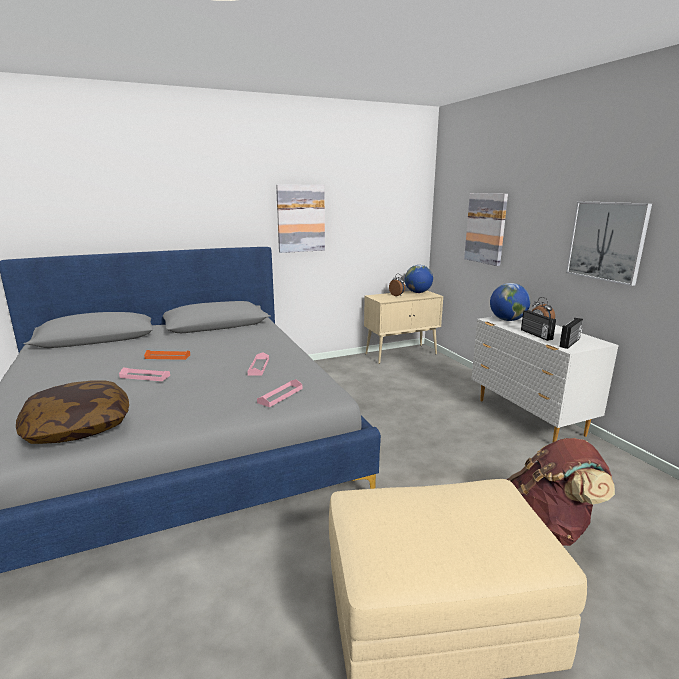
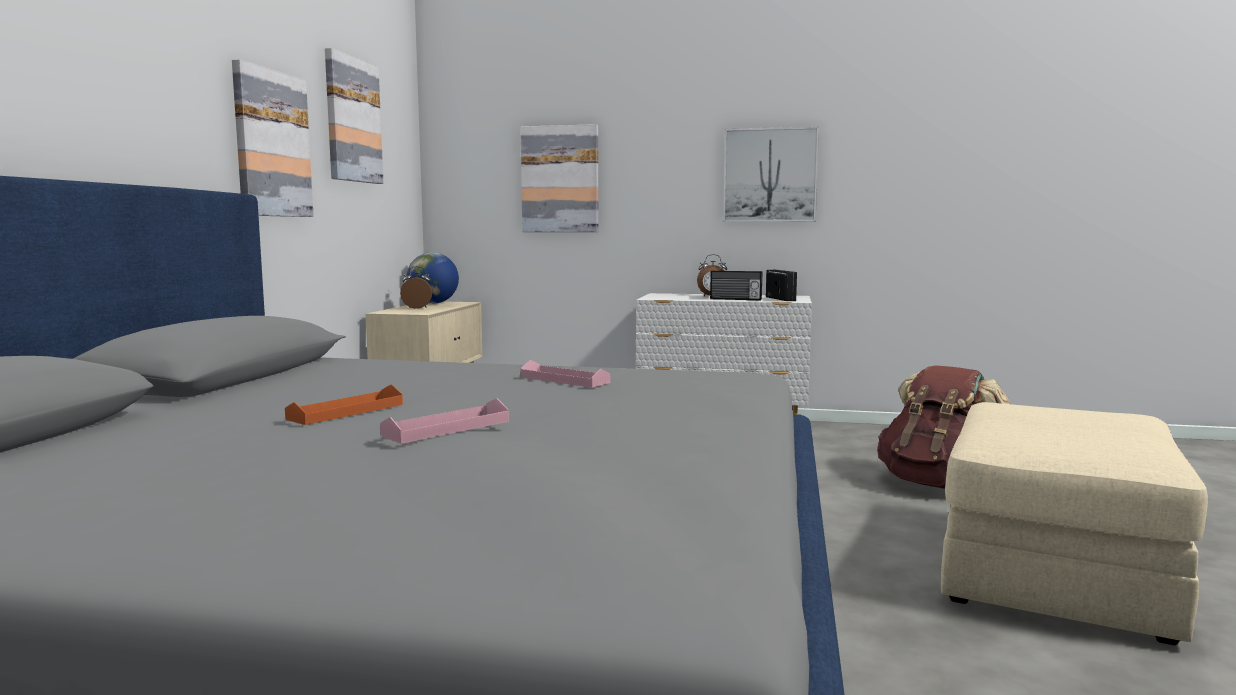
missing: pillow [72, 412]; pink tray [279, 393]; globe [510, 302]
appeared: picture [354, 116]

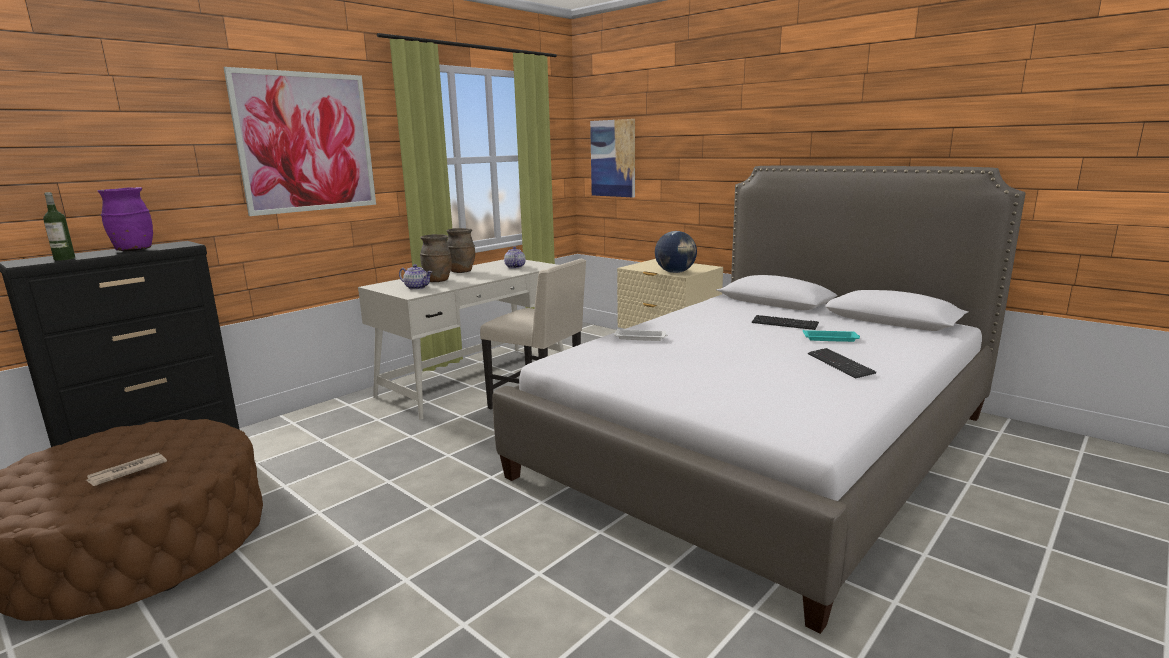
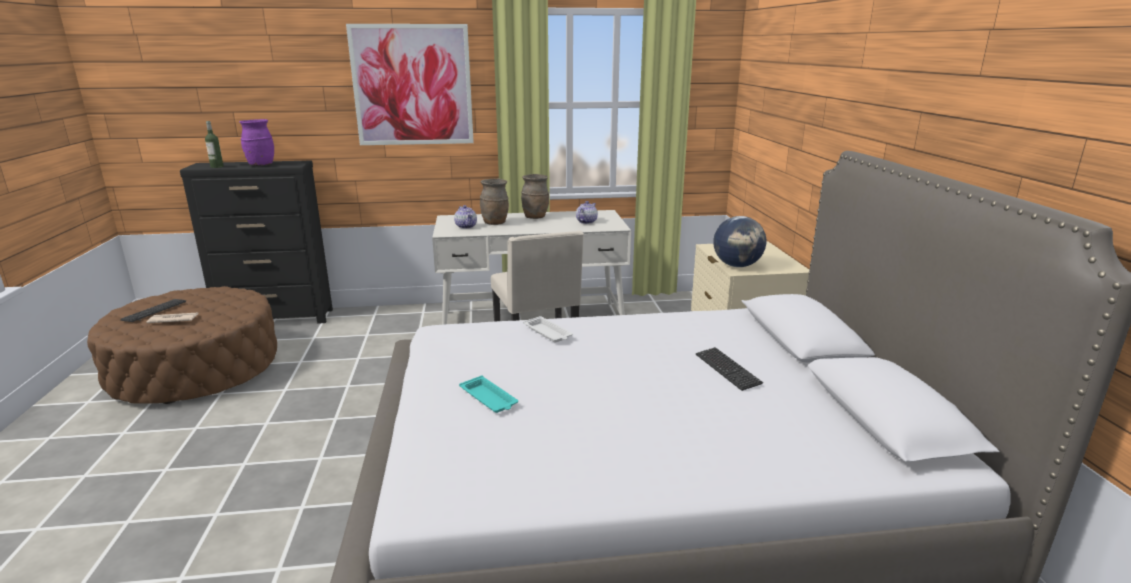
missing: picture [612, 158]
relocated: keyboard [842, 363] to [153, 310]; turquoise tray [831, 336] to [488, 394]

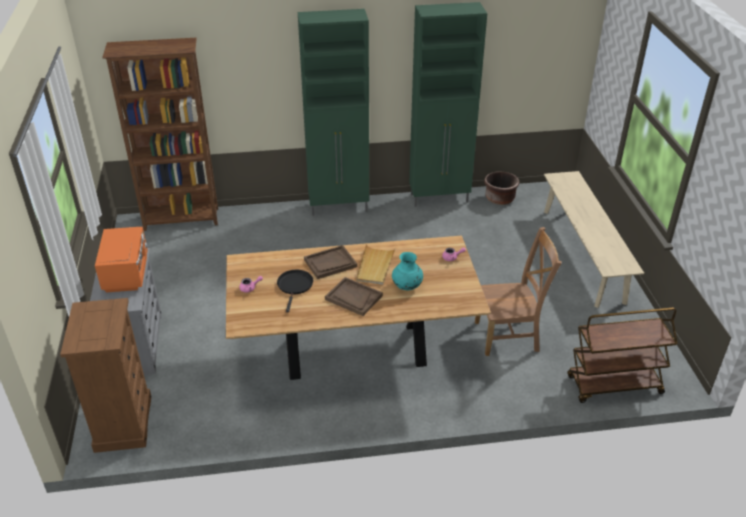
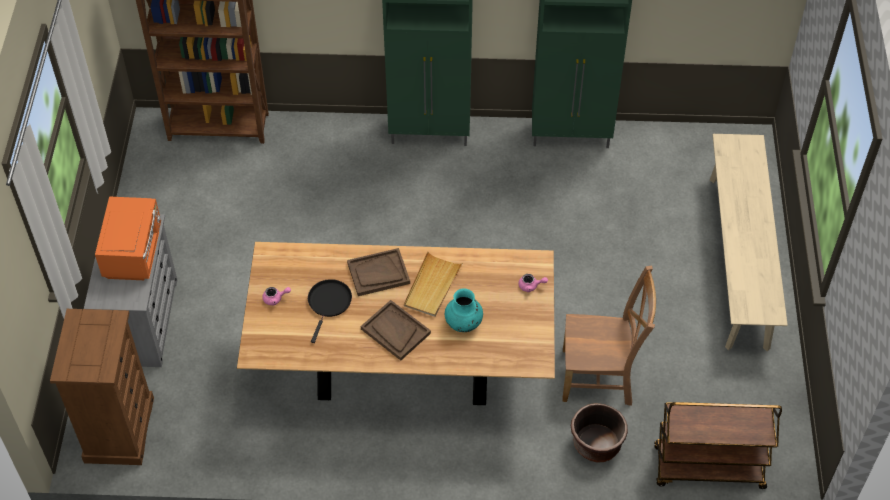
relocated: brown planter [501, 188] to [599, 433]

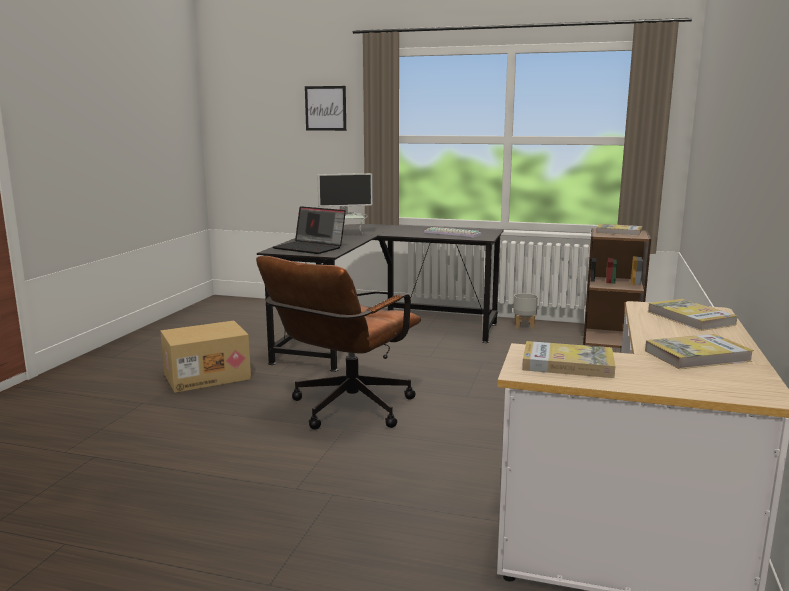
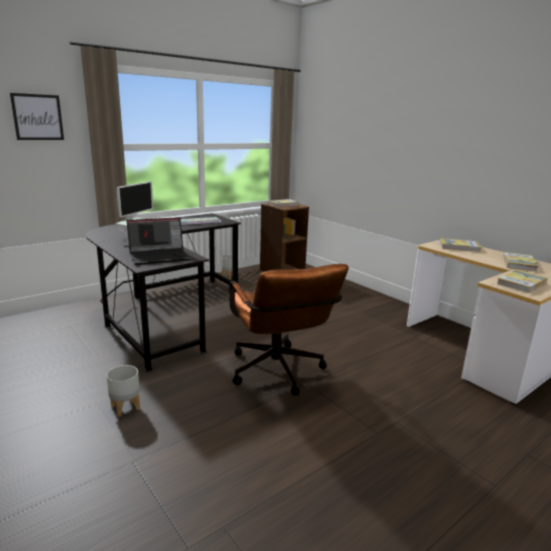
exchanged: cardboard box [205, 357] to grey planter [123, 391]

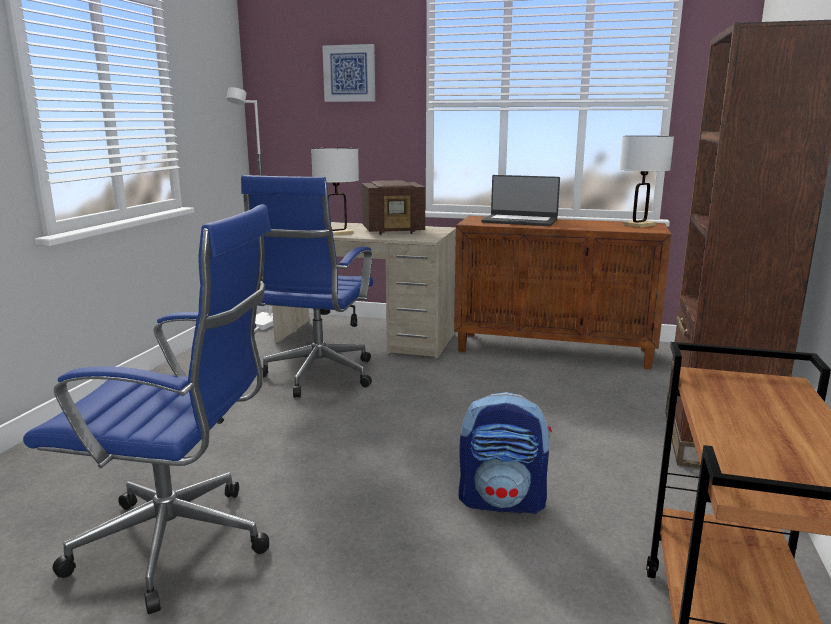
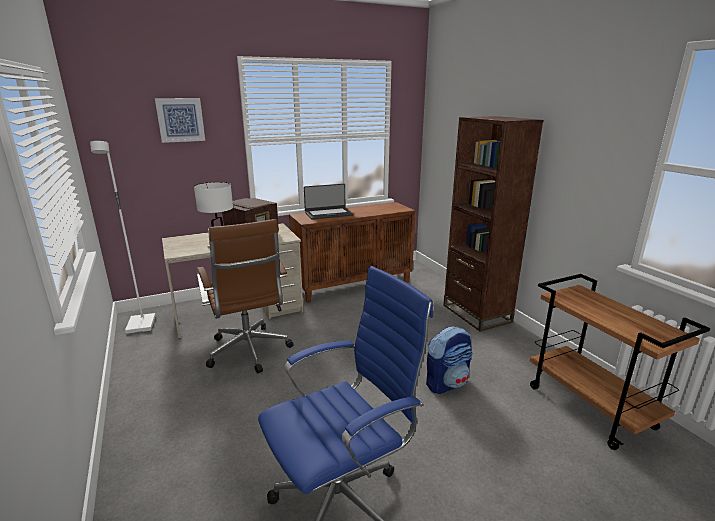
missing: white table lamp [647, 182]
colour: blue office chair [307, 286] to brown office chair [245, 296]

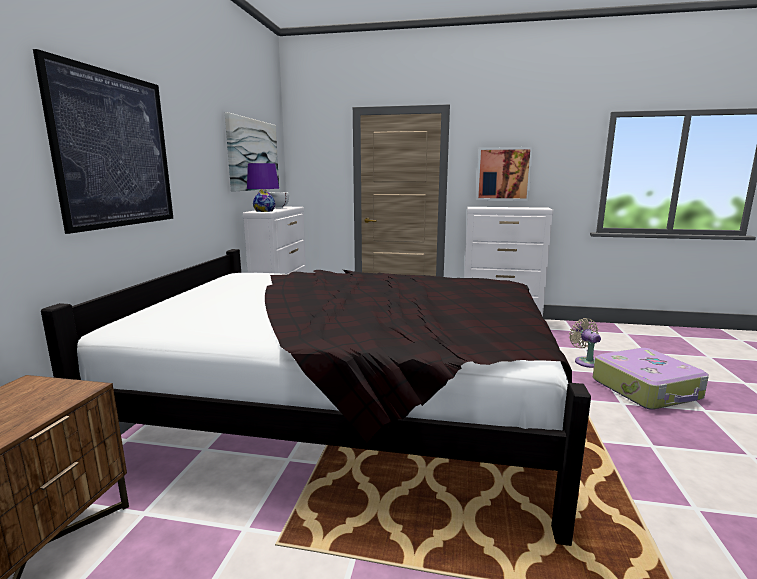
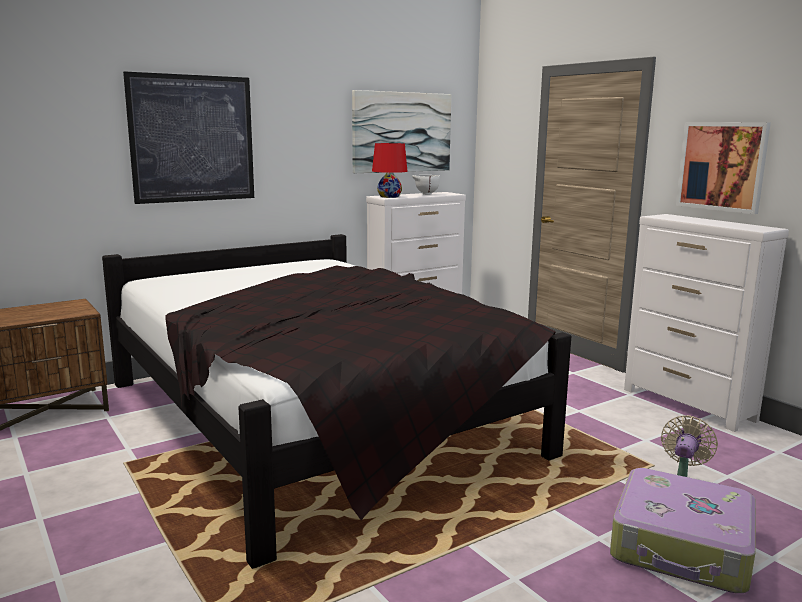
colour: purple table lamp [263, 187] to red table lamp [390, 170]

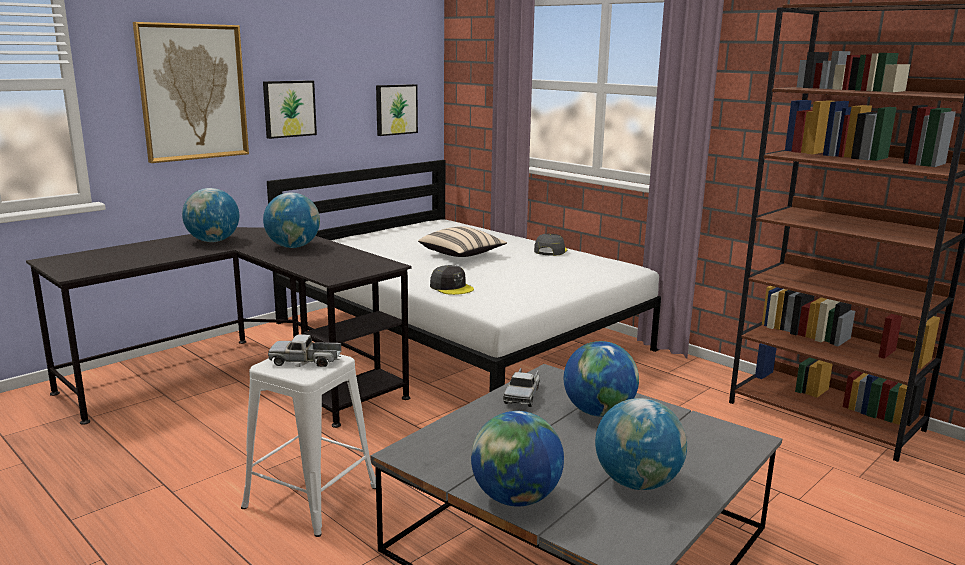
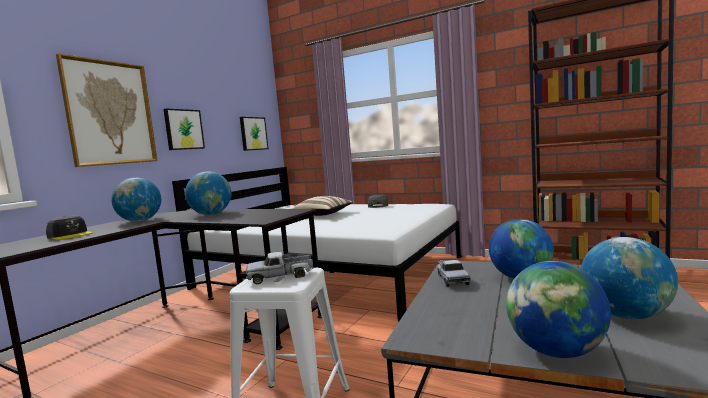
relocated: grey cap [452, 280] to [69, 227]

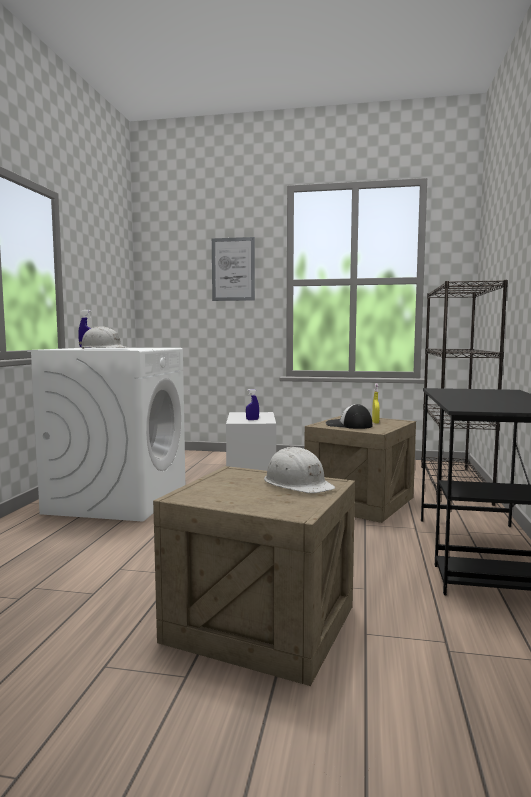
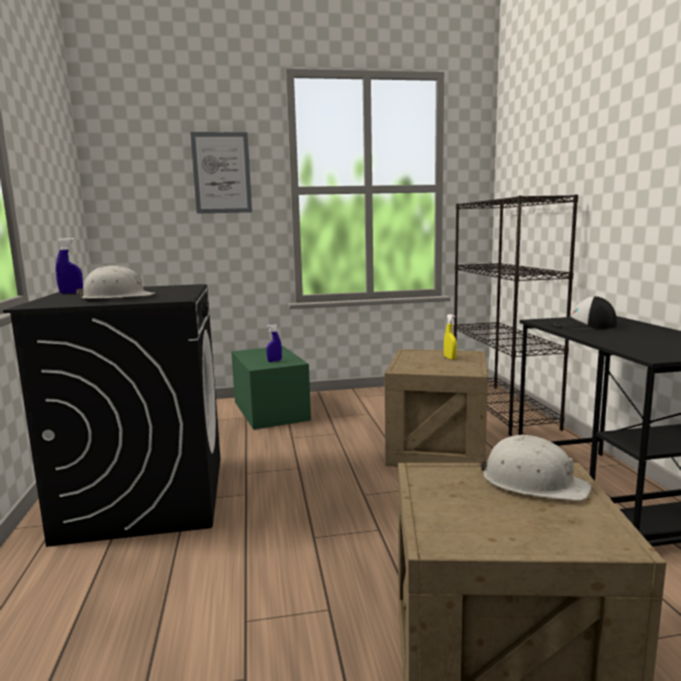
relocated: cap [349, 416] to [583, 312]
colour: white washing machine [106, 435] to black washing machine [111, 415]; white storage box [251, 441] to green storage box [271, 388]

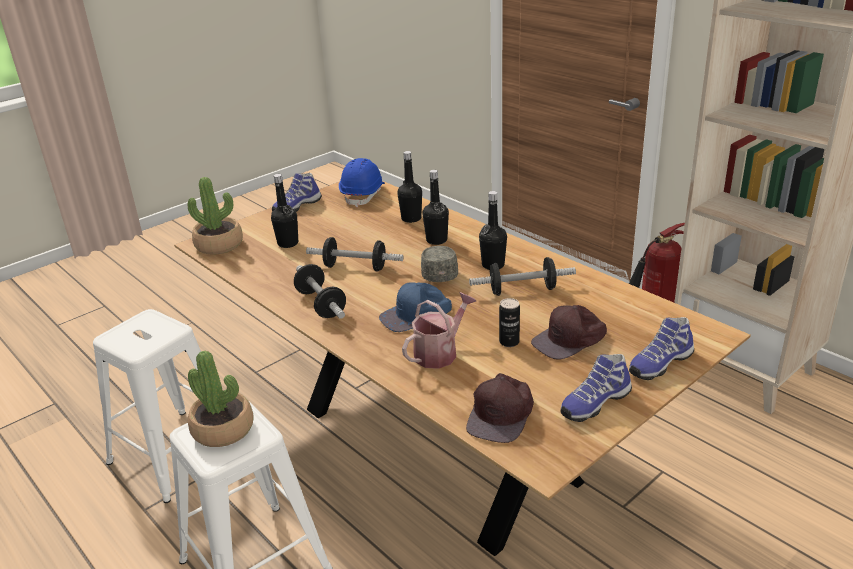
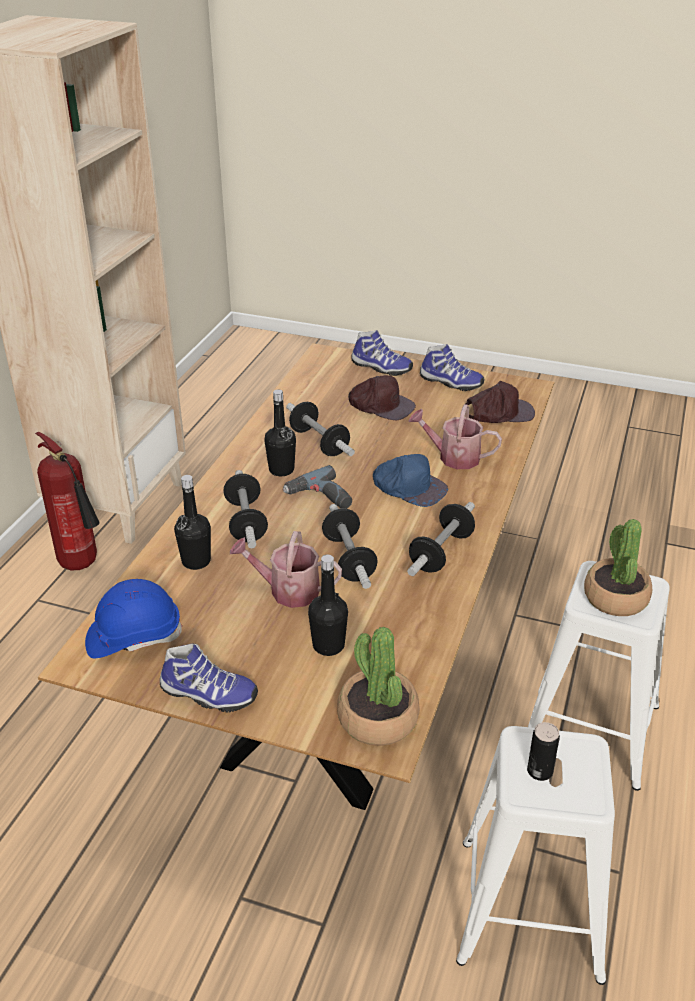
appeared: watering can [286, 569]
relocated: can [509, 322] to [543, 751]
exchanged: black bottle [435, 207] to dumbbell [245, 509]; grey cap [439, 264] to power drill [317, 487]

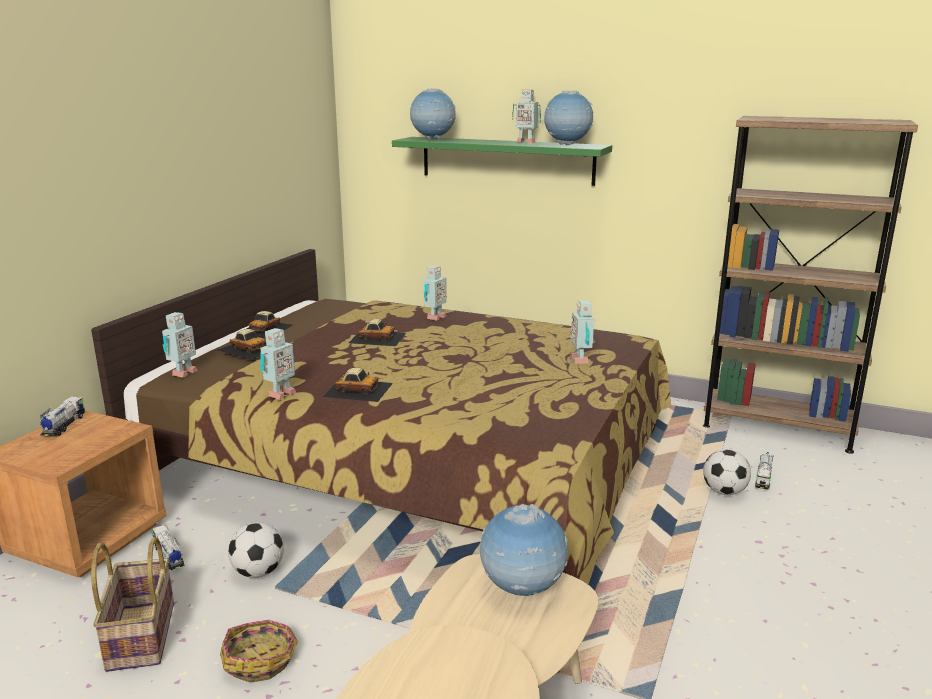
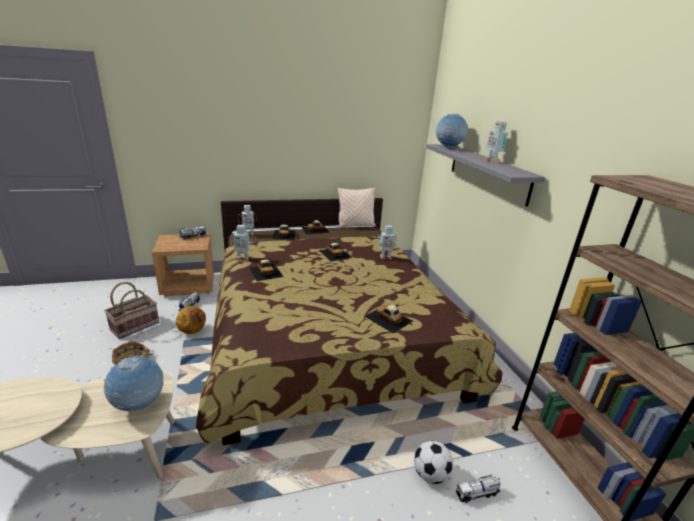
missing: globe [568, 118]
appeared: beige pillow [356, 207]
exchanged: football [256, 550] to basketball [191, 320]; toy robot [582, 332] to toy car [388, 318]
colour: green shelf [502, 161] to grey shelf [485, 175]

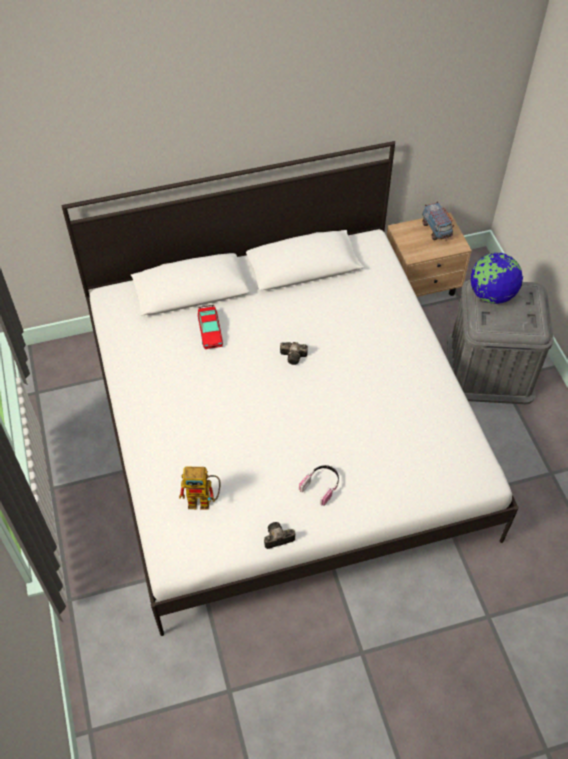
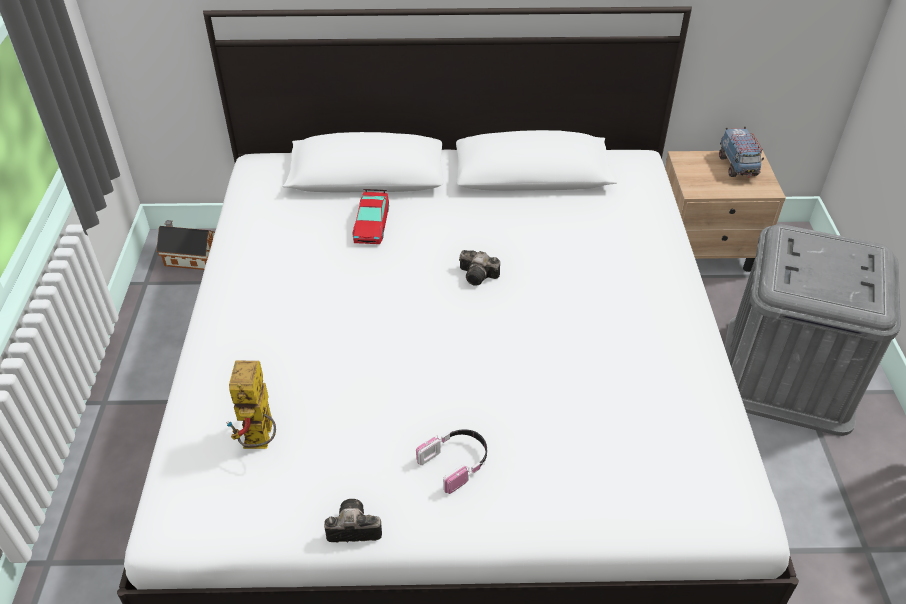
missing: globe [496, 278]
appeared: toy house [185, 245]
spun: toy robot [200, 488] = [251, 405] 75 degrees clockwise

